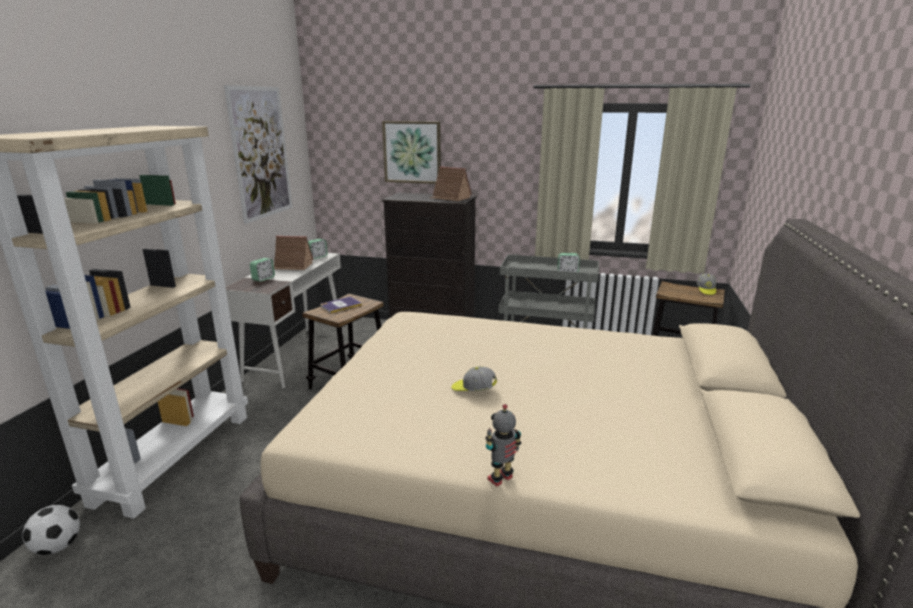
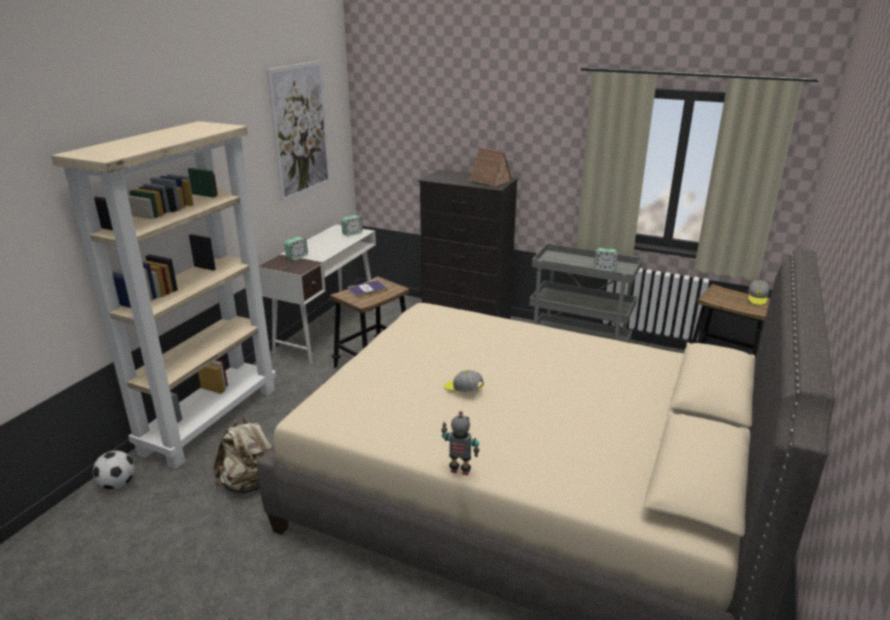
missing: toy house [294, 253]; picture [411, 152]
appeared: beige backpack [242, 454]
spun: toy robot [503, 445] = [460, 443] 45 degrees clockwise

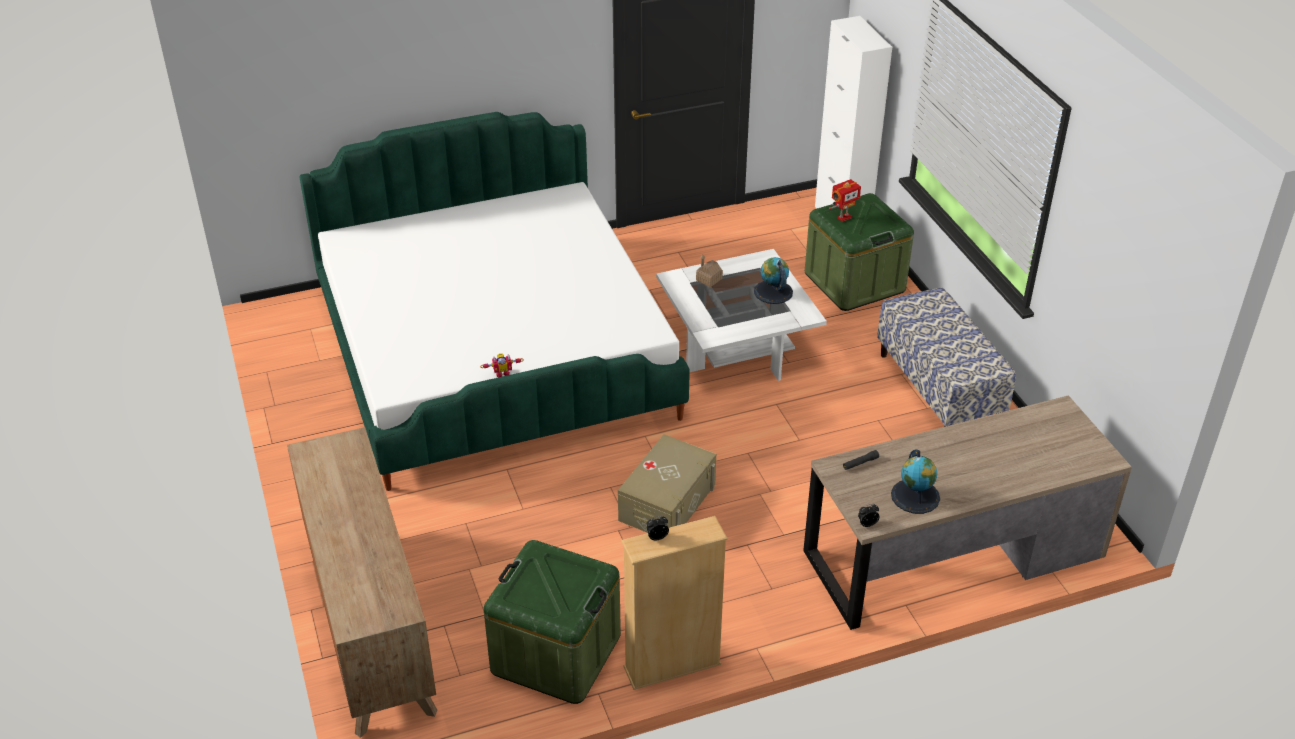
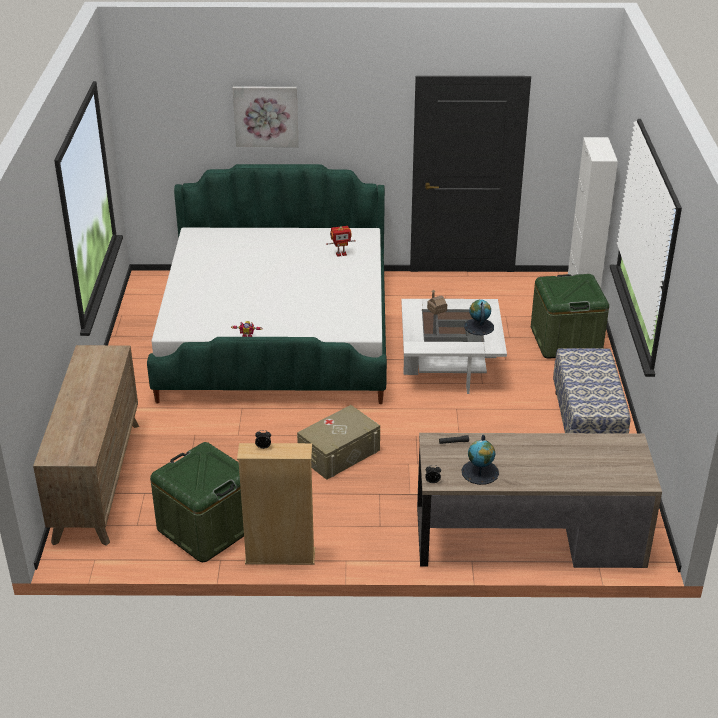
appeared: picture [265, 117]
relocated: toy robot [845, 200] to [341, 241]

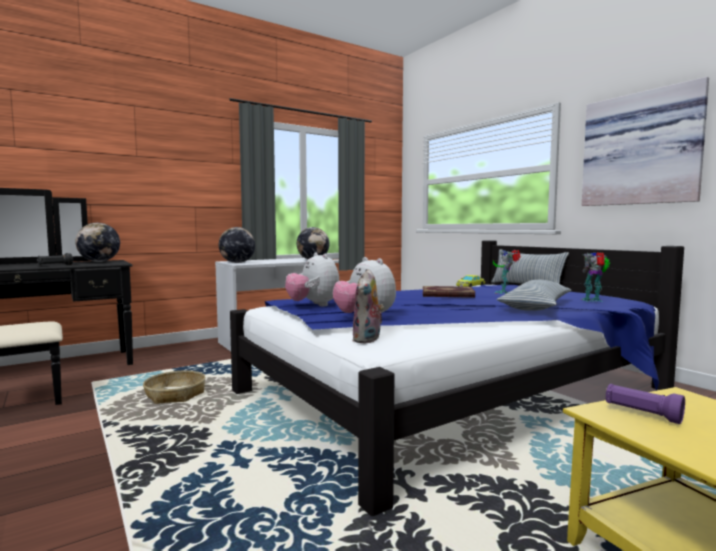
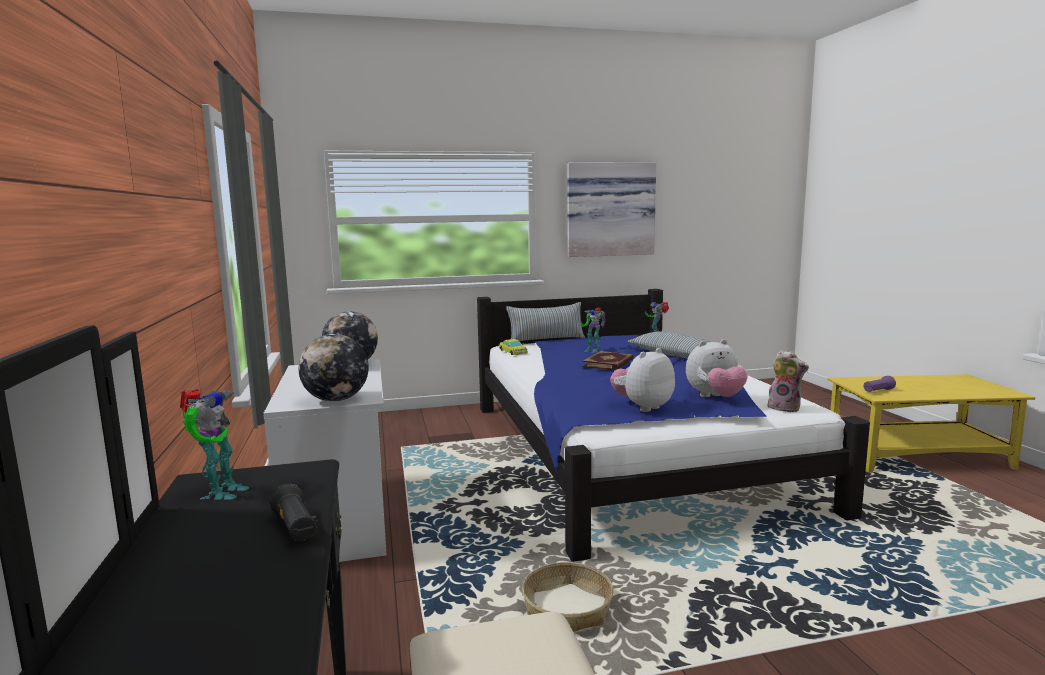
exchanged: globe [97, 242] to toy robot [214, 444]
spun: plush toy [312, 279] = [642, 380] 150 degrees clockwise

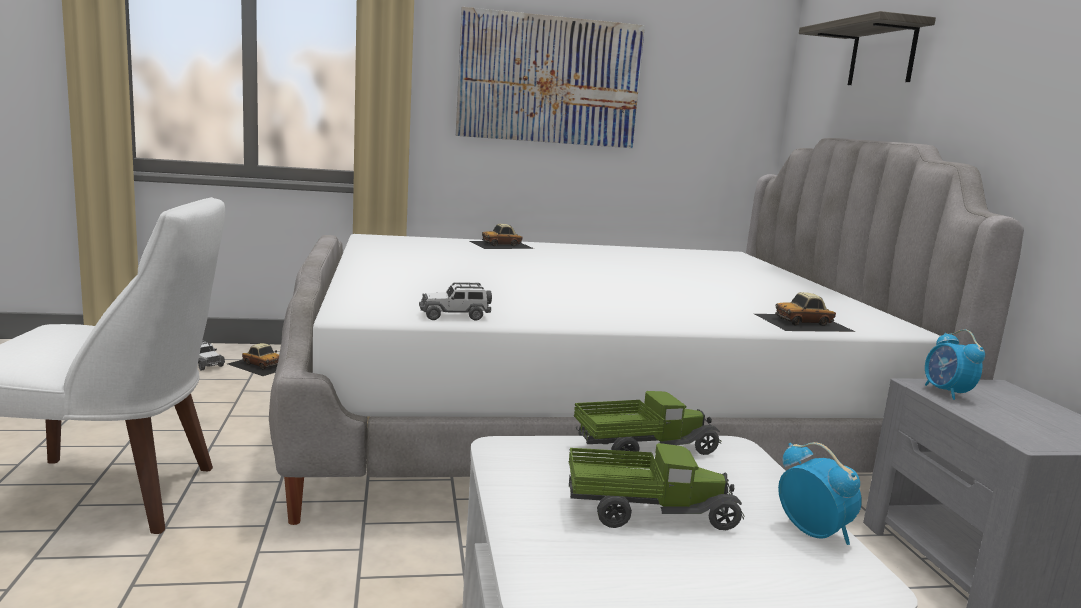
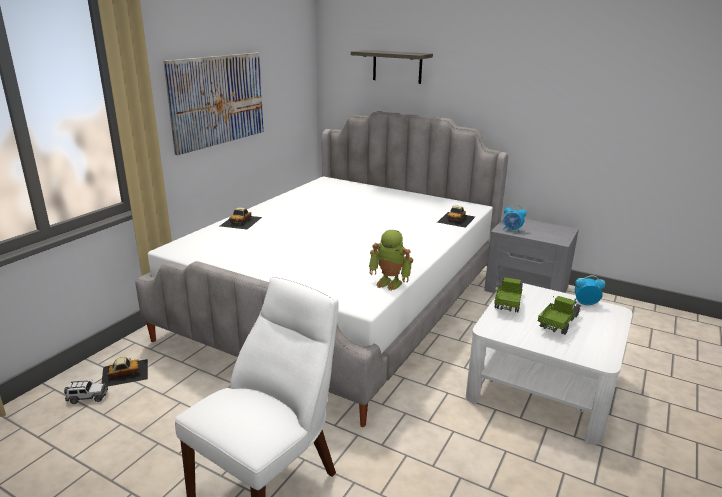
exchanged: toy car [455, 301] to toy robot [391, 260]

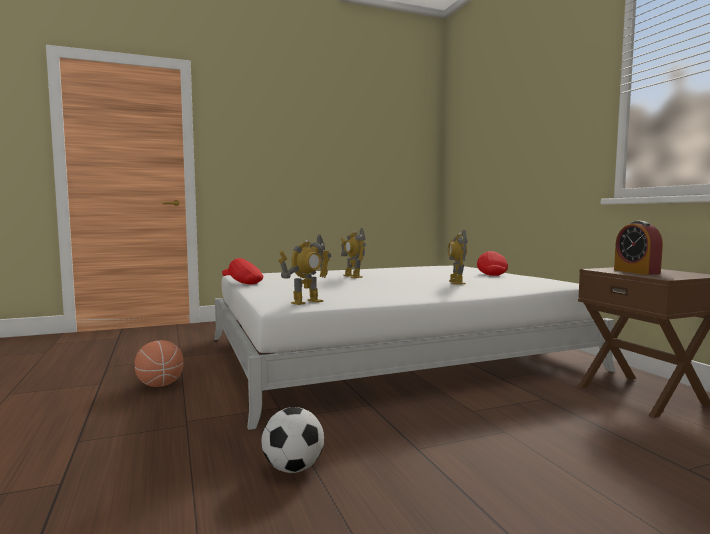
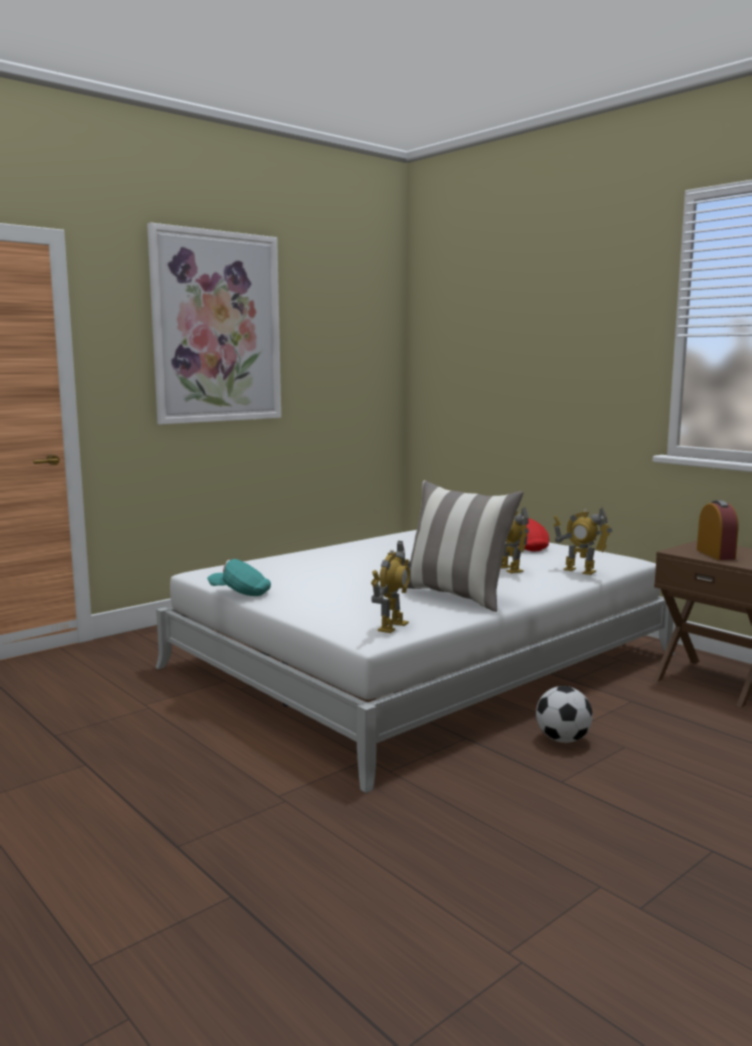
missing: basketball [159, 363]
appeared: picture [214, 323]; pillow [461, 546]
relocated: football [293, 440] to [564, 714]; toy robot [353, 253] to [583, 541]
colour: red cap [242, 271] to turquoise cap [239, 577]
spun: alarm clock [638, 248] = [717, 530] 150 degrees counterclockwise

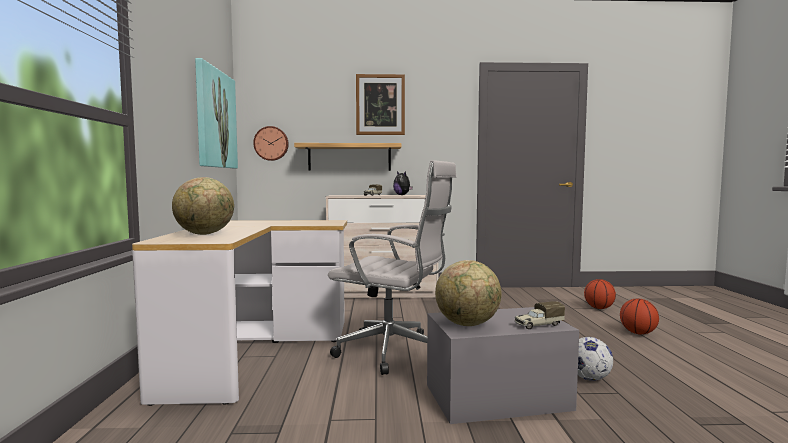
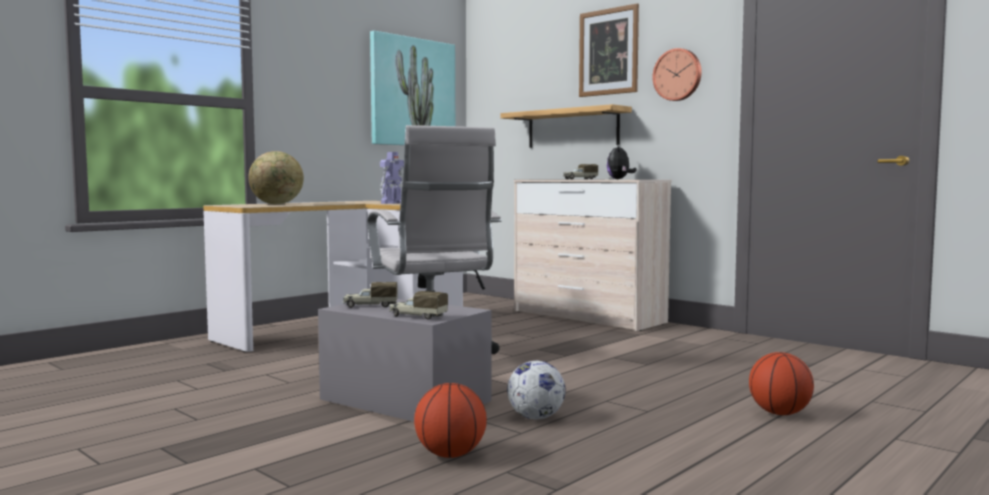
appeared: toy robot [392, 178]
relocated: basketball [600, 294] to [450, 420]; wall clock [271, 143] to [677, 74]
exchanged: globe [468, 293] to toy truck [370, 295]

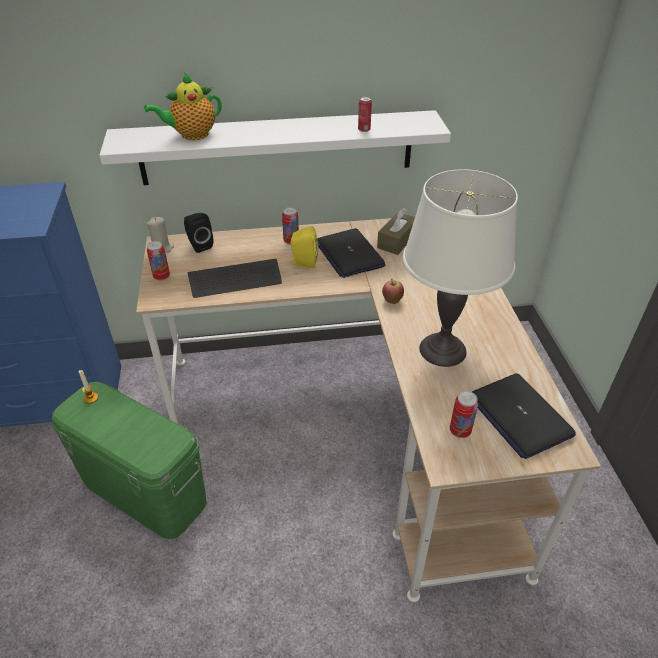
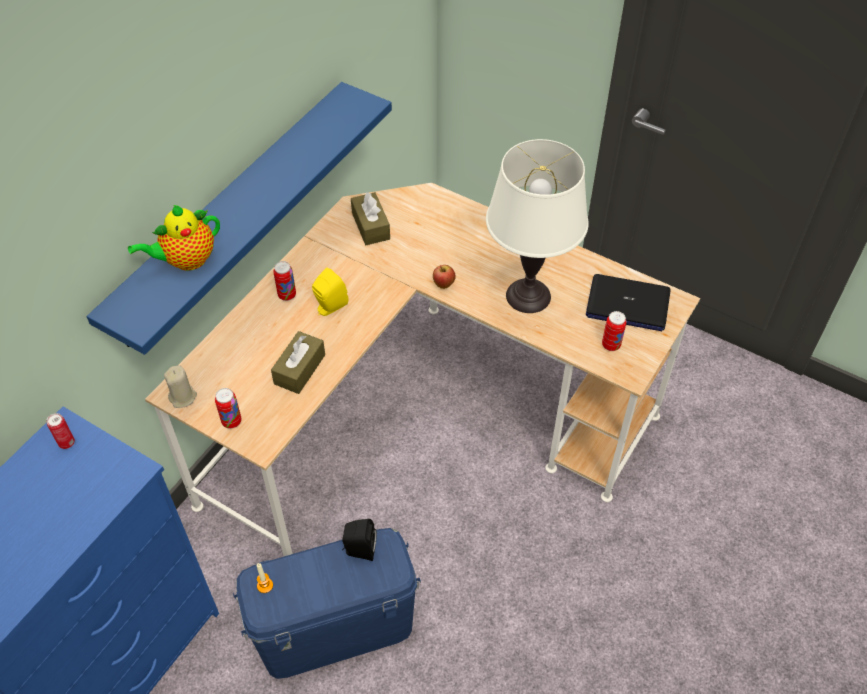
missing: laptop [352, 253]
relocated: can [365, 114] to [60, 431]; black speaker [198, 233] to [359, 540]
exchanged: keyboard [234, 278] to brown tissue box [298, 362]
colour: white shelf [275, 147] to blue shelf [239, 218]; green storage box [129, 460] to blue storage box [327, 603]
spun: teapot [182, 106] = [174, 238] 45 degrees clockwise

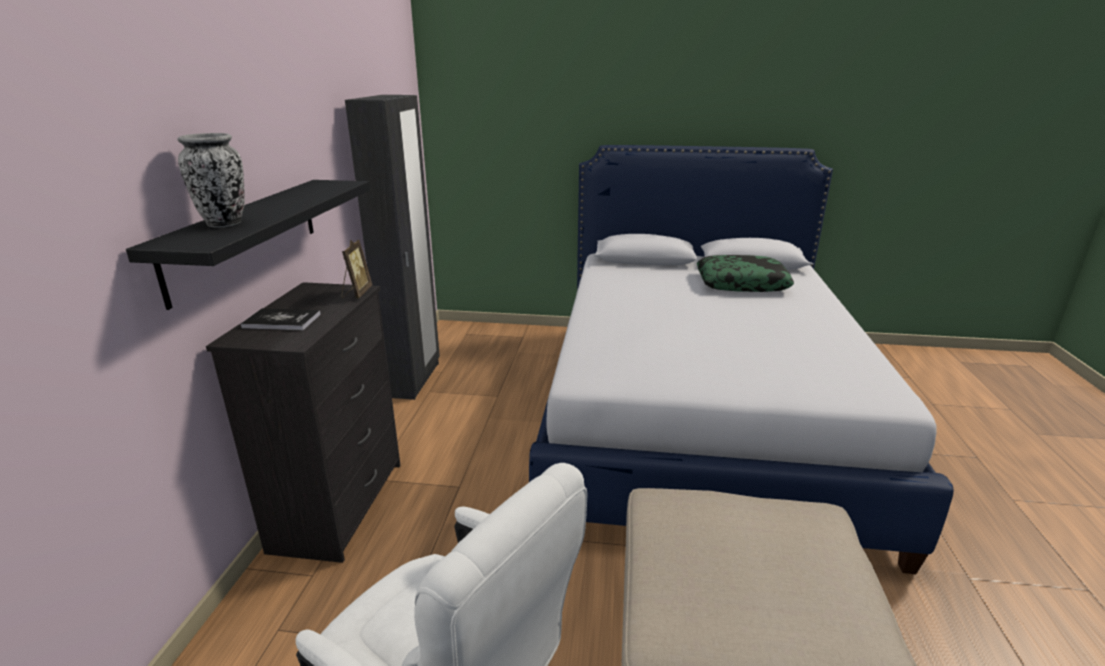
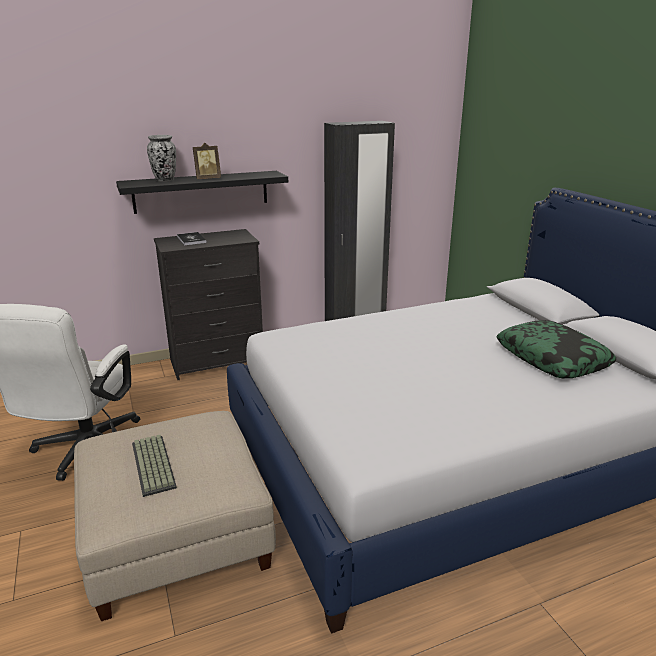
appeared: keyboard [154, 466]
relocated: picture frame [357, 269] to [207, 161]

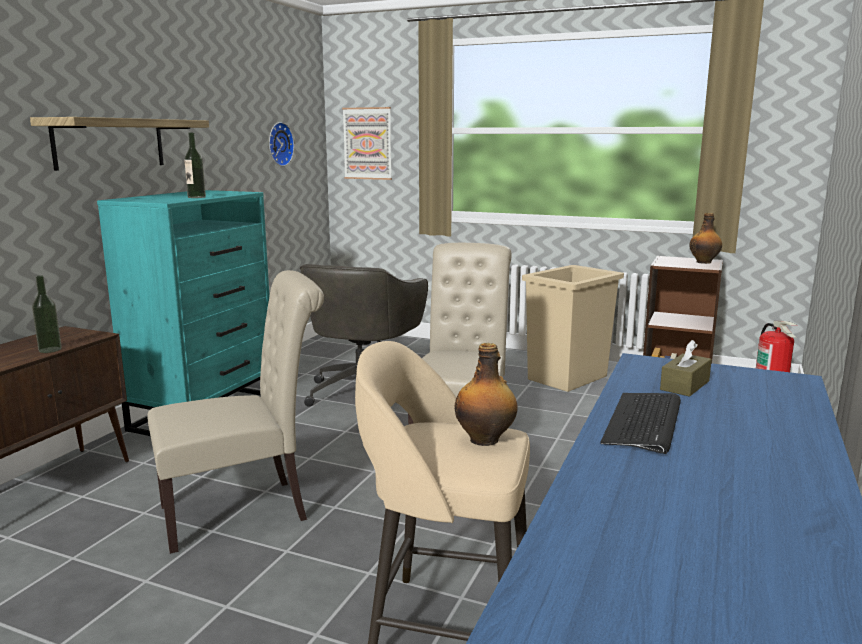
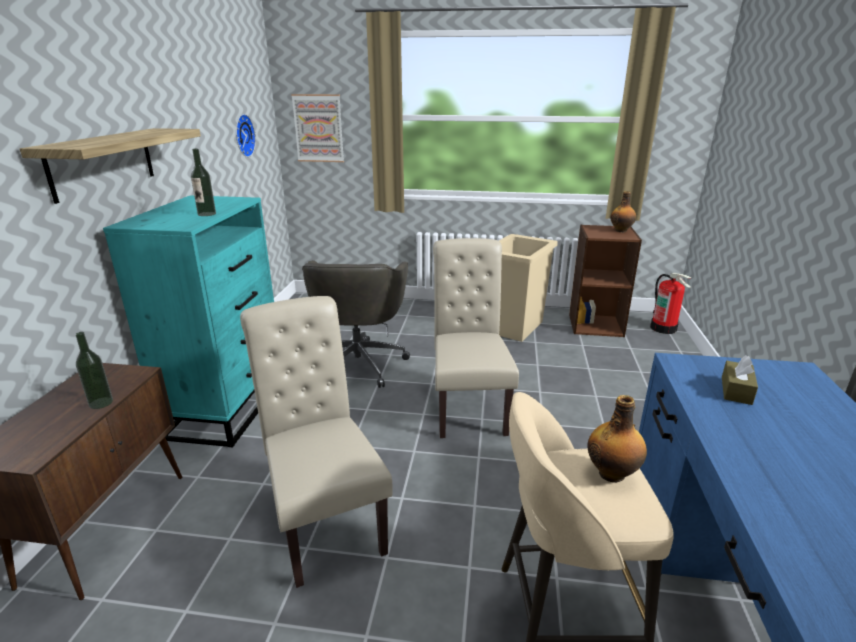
missing: keyboard [640, 423]
spun: beige chair [235, 412] = [316, 442] 75 degrees counterclockwise

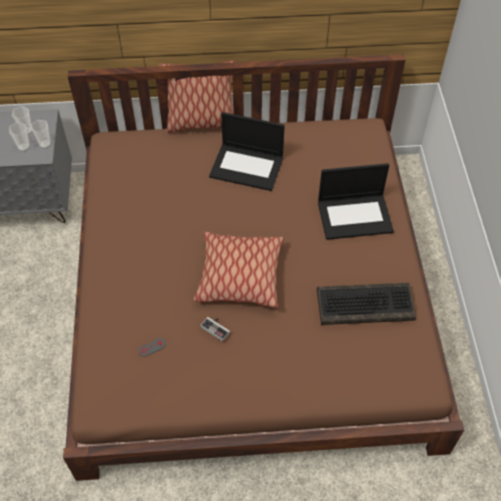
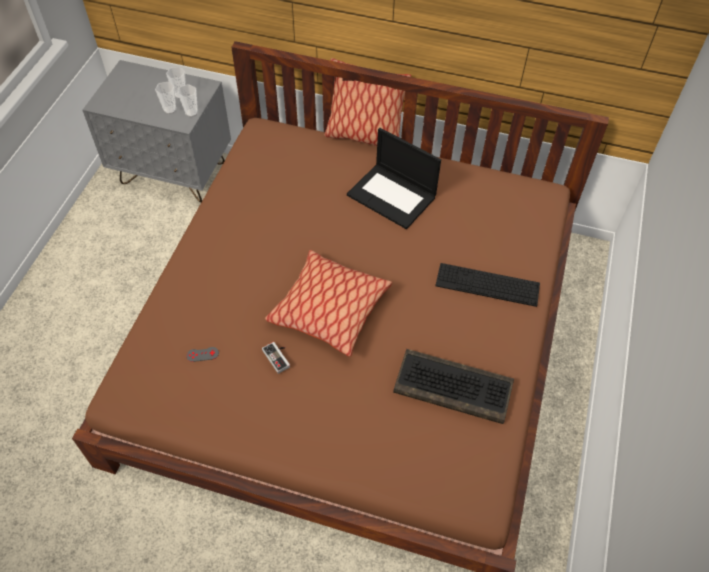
exchanged: laptop [356, 201] to keyboard [487, 285]

